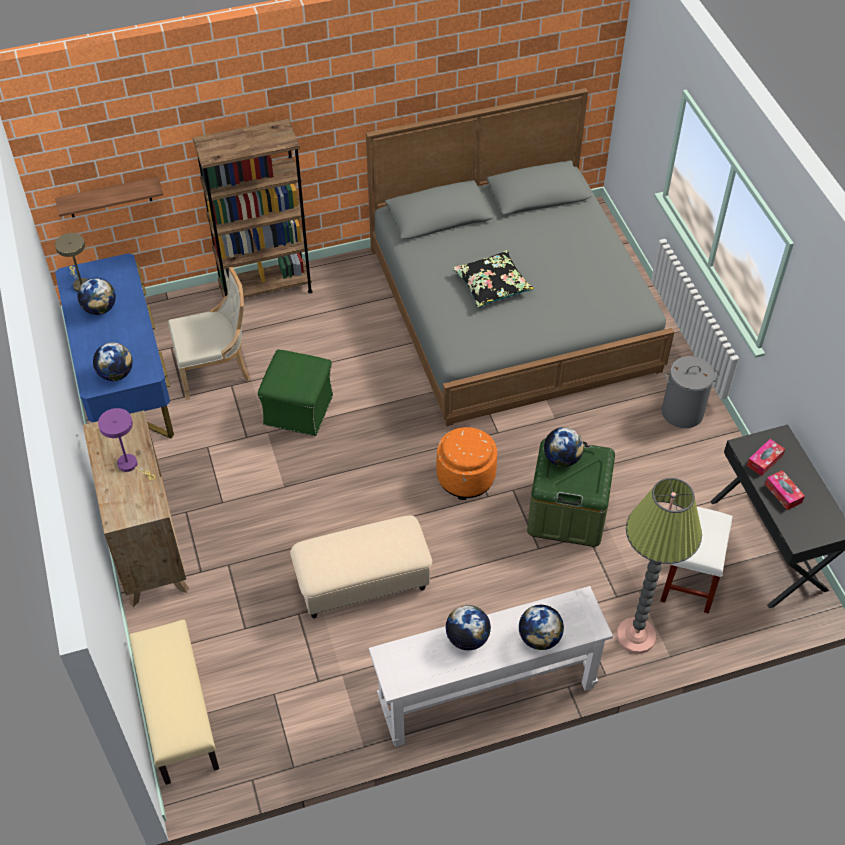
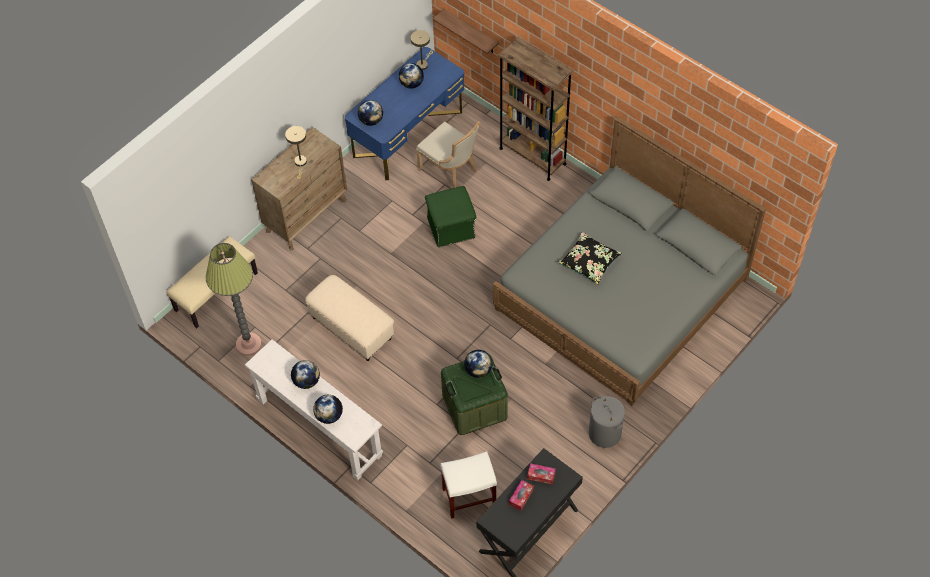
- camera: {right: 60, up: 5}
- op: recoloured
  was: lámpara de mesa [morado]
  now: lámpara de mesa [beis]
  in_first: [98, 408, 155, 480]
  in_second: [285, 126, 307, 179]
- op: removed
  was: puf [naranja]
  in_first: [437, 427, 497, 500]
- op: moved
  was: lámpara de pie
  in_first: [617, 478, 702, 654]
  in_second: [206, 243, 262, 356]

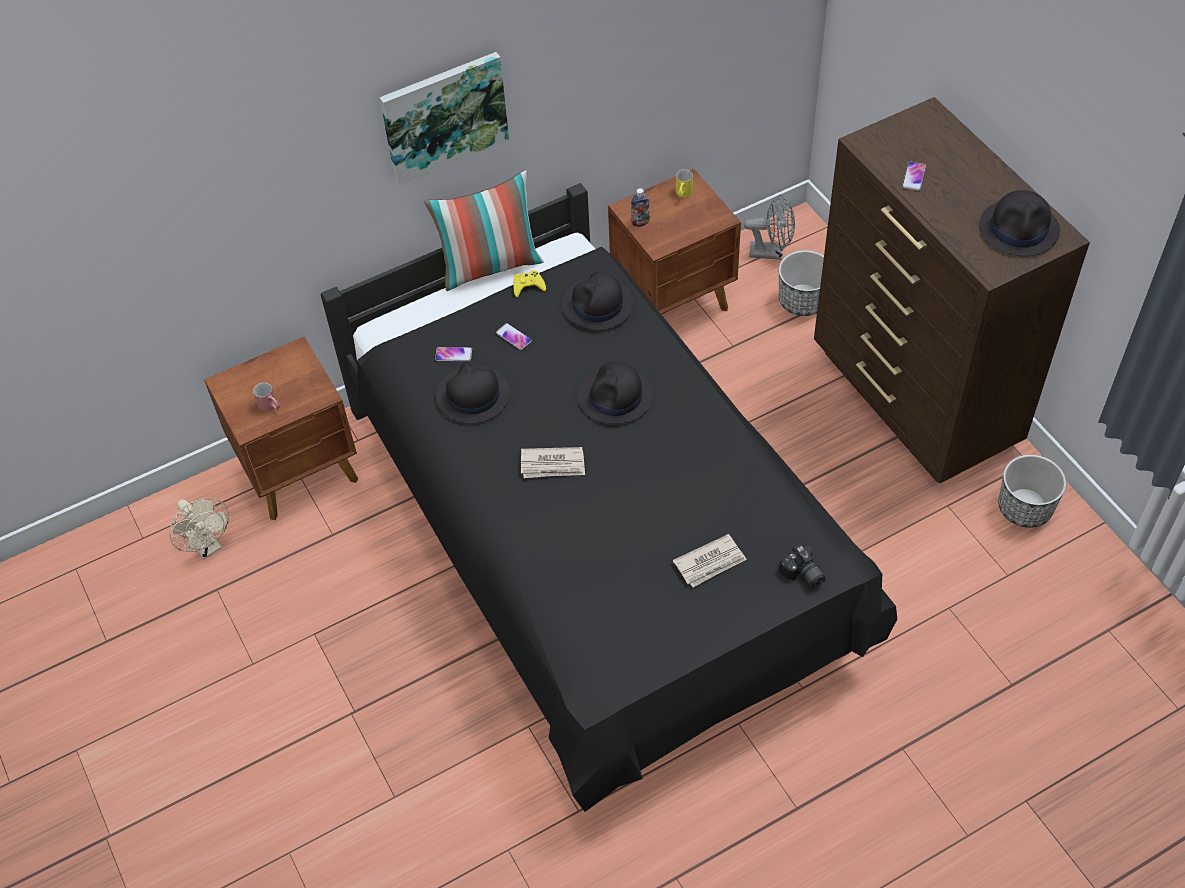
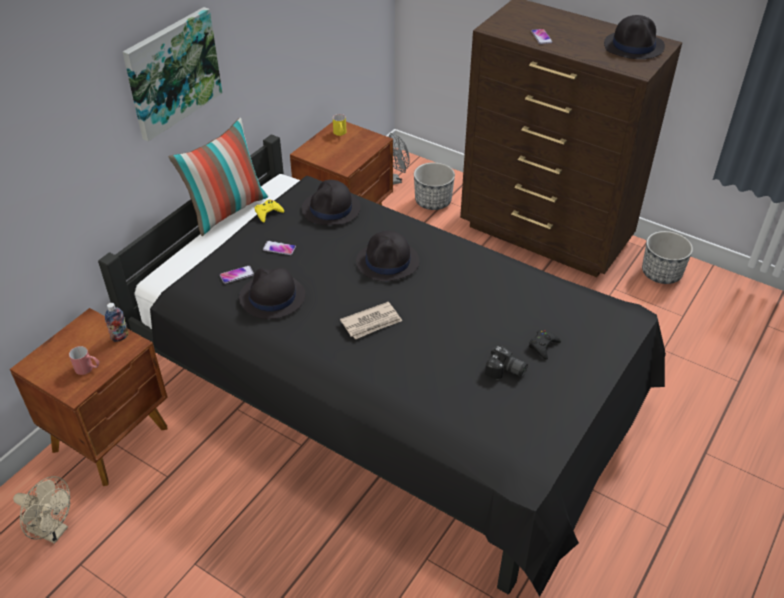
- camera: {right: -30, up: -10}
- op: moved
  was: botella
  in_first: [631, 188, 650, 227]
  in_second: [105, 303, 129, 342]
- op: replaced
  was: periódico
  now: mando de consola [negro]
  in_first: [673, 534, 747, 587]
  in_second: [529, 330, 561, 360]
- op: moved
  was: cámara
  in_first: [779, 544, 826, 588]
  in_second: [485, 346, 528, 379]

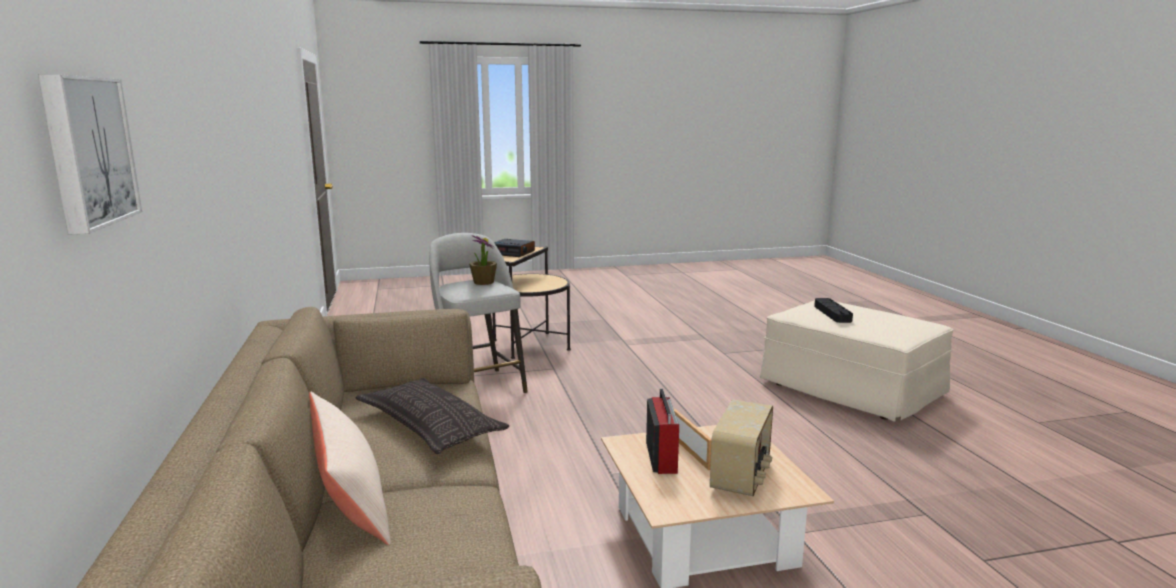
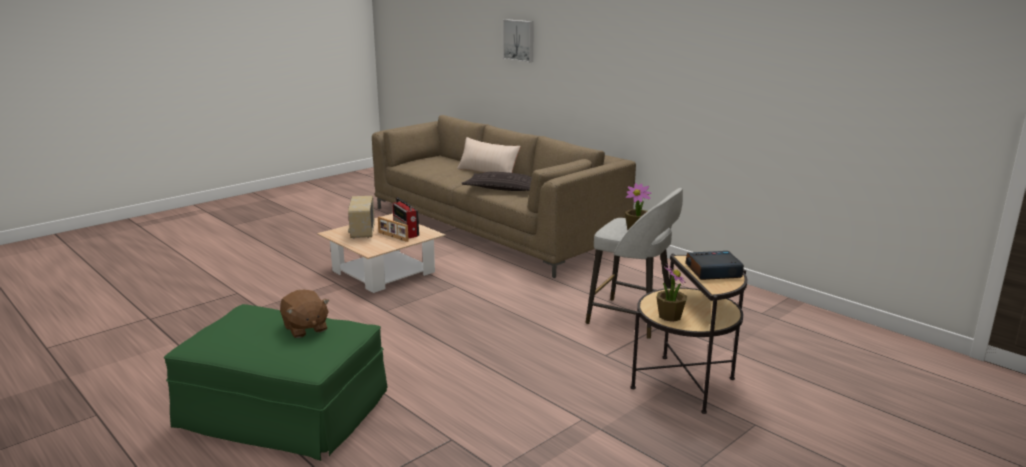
- camera: {right: 150, up: 5}
- op: recoloured
  was: puf [beis]
  now: puf [verde]
  in_first: [760, 300, 954, 422]
  in_second: [164, 304, 387, 461]
- op: replaced
  was: bandeja [negro]
  now: peluche [marrón]
  in_first: [814, 298, 853, 323]
  in_second: [280, 290, 329, 338]
- op: added
  now: planta en maceta
  in_second: [656, 263, 687, 322]

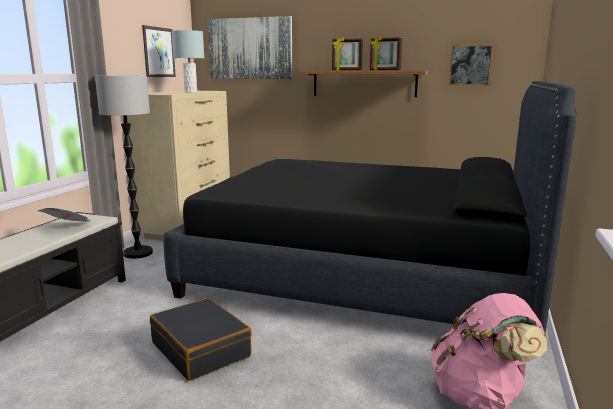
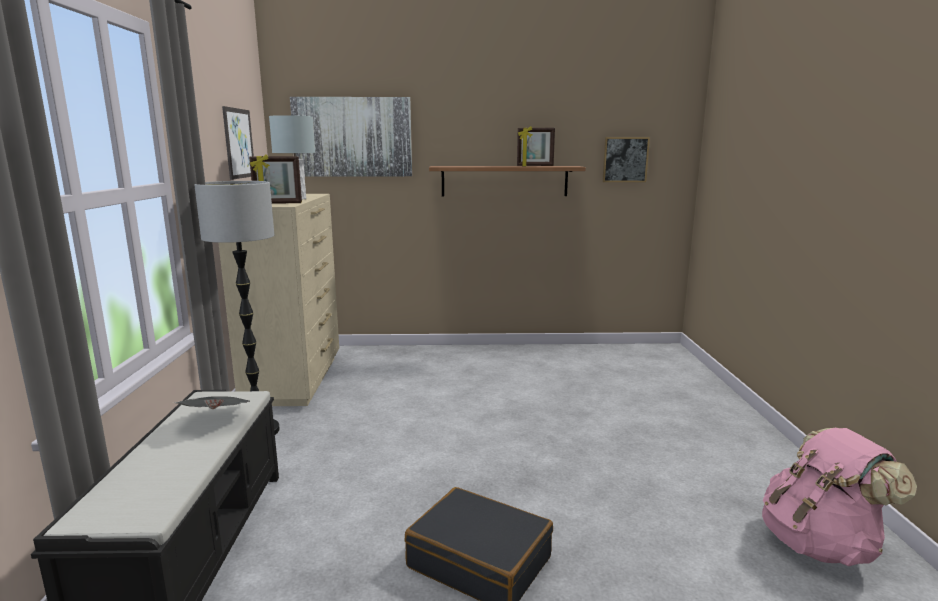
- camera: {right: -20, up: 0}
- op: removed
  was: cama [negro]
  in_first: [163, 81, 576, 335]
- op: moved
  was: portarretratos
  in_first: [332, 38, 363, 71]
  in_second: [249, 155, 302, 204]

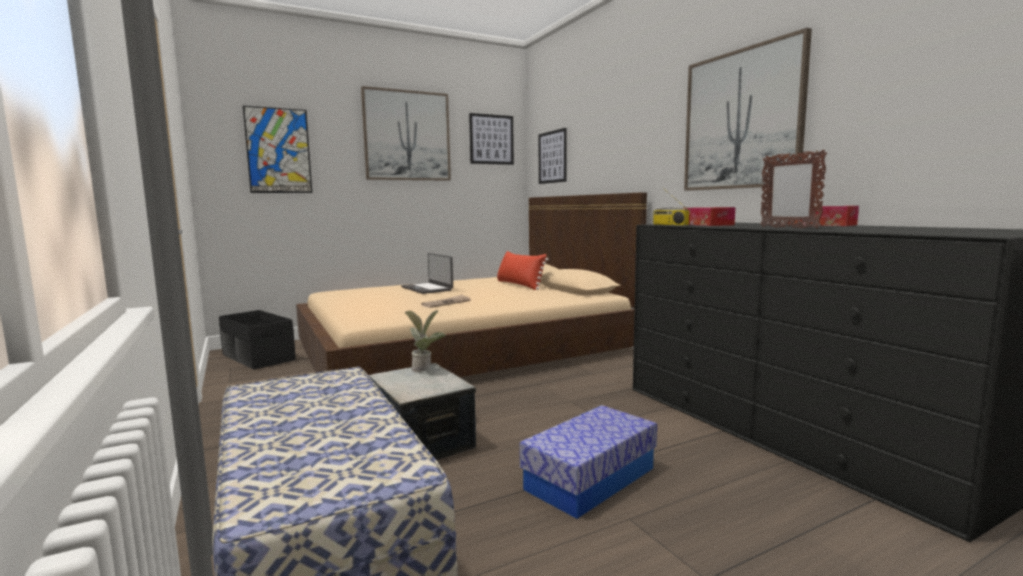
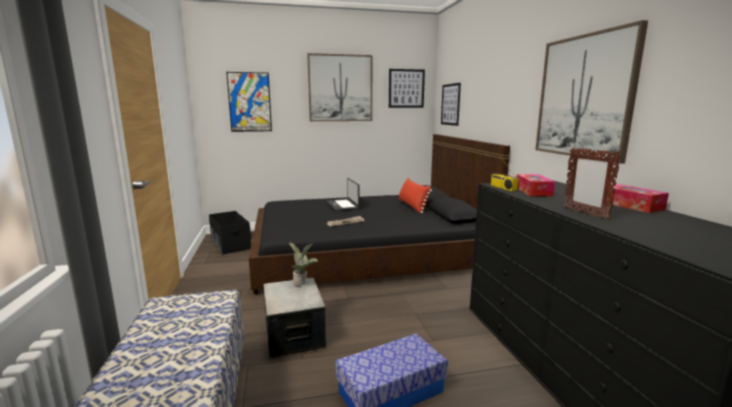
- camera: {right: 15, up: 5}
- op: recoloured
  was: cama [beis]
  now: cama [negro]
  in_first: [296, 192, 647, 377]
  in_second: [249, 134, 510, 294]

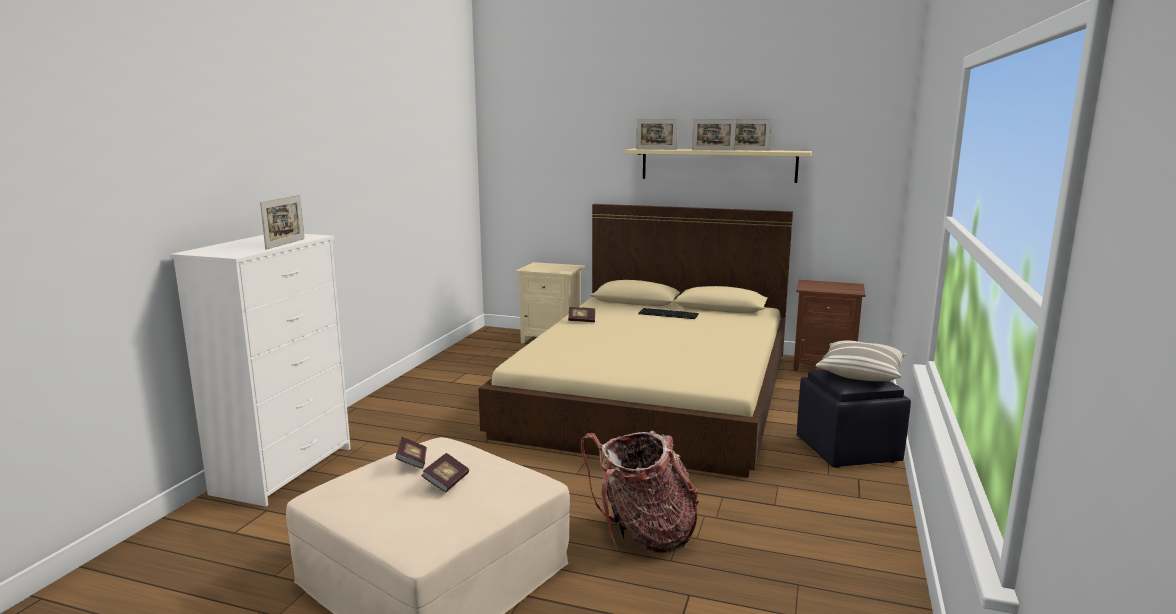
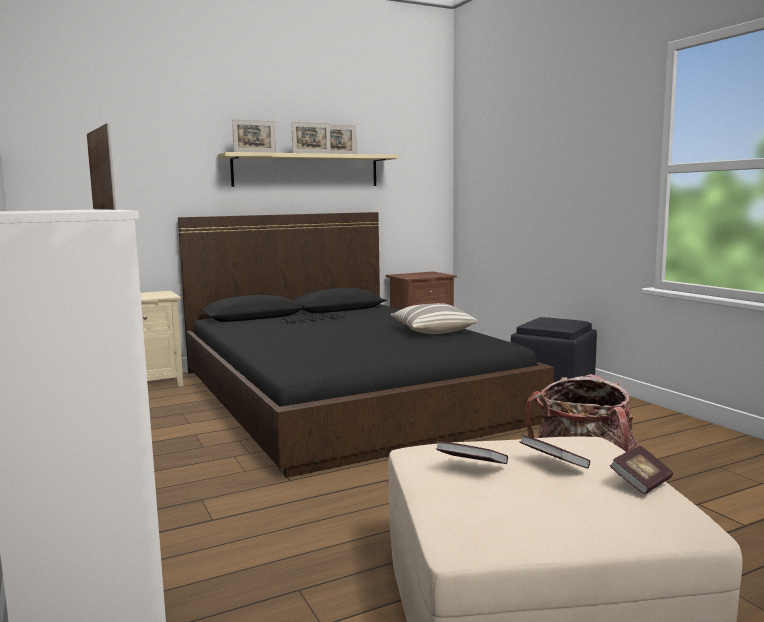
- camera: {right: -45, up: -5}
- op: recoloured
  was: cama [beis]
  now: cama [negro]
  in_first: [478, 204, 793, 478]
  in_second: [178, 212, 554, 478]
- op: moved
  was: libro
  in_first: [568, 307, 595, 322]
  in_second: [610, 445, 673, 494]
- op: moved
  was: cojín
  in_first: [816, 341, 906, 381]
  in_second: [390, 303, 478, 334]

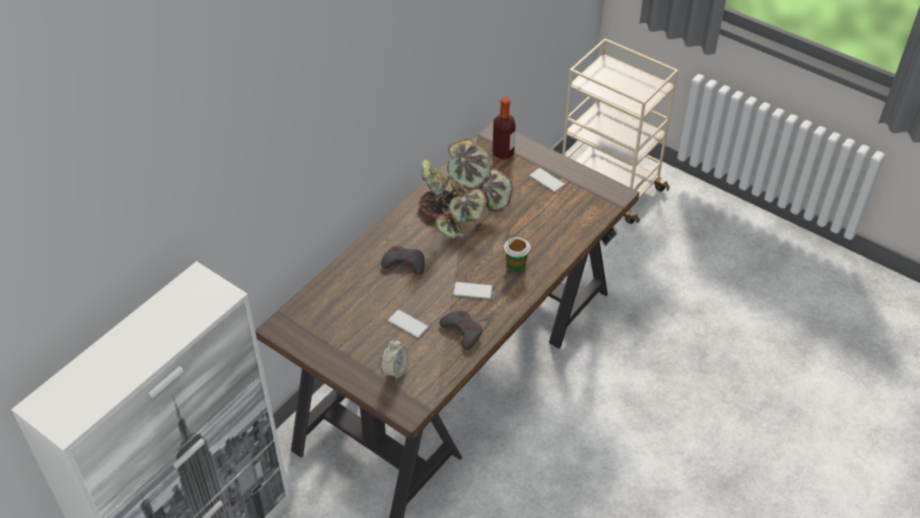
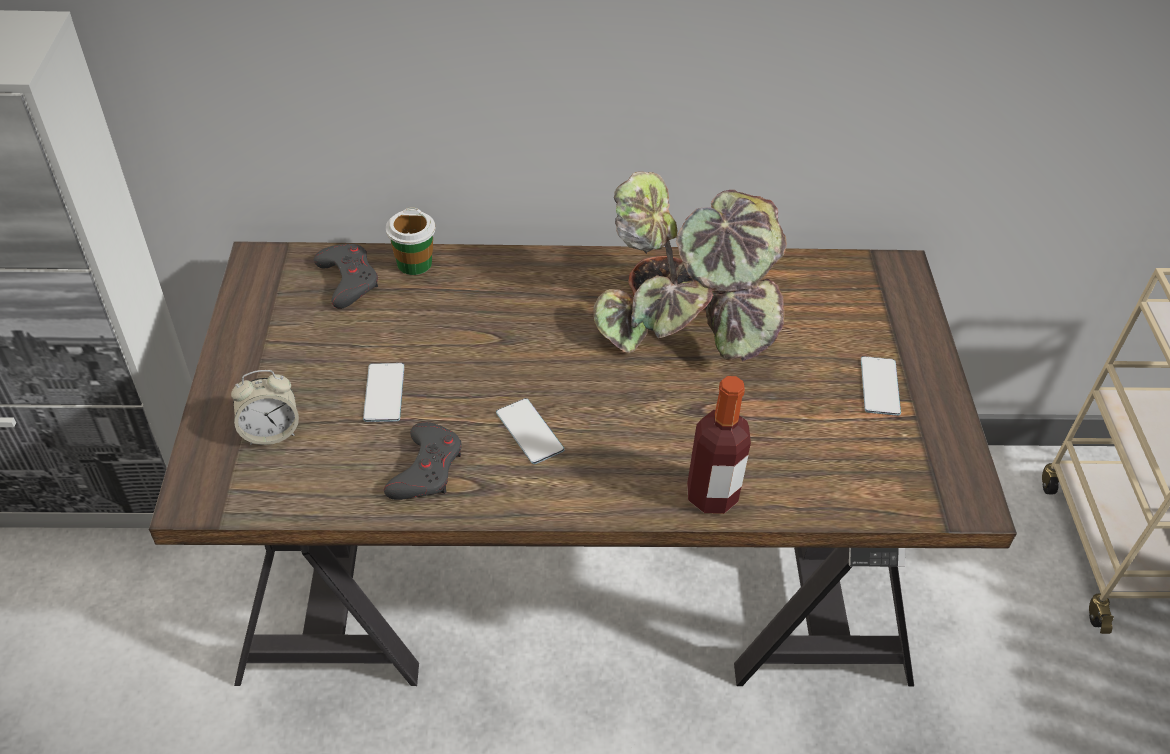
- camera: {right: 50, up: 0}
- op: moved
  was: mando de consola [gris]
  in_first: [381, 246, 425, 275]
  in_second: [314, 244, 378, 309]
- op: moved
  was: botella
  in_first: [493, 97, 516, 160]
  in_second: [687, 376, 751, 514]
- op: moved
  was: taza
  in_first: [504, 237, 530, 272]
  in_second: [386, 207, 435, 275]

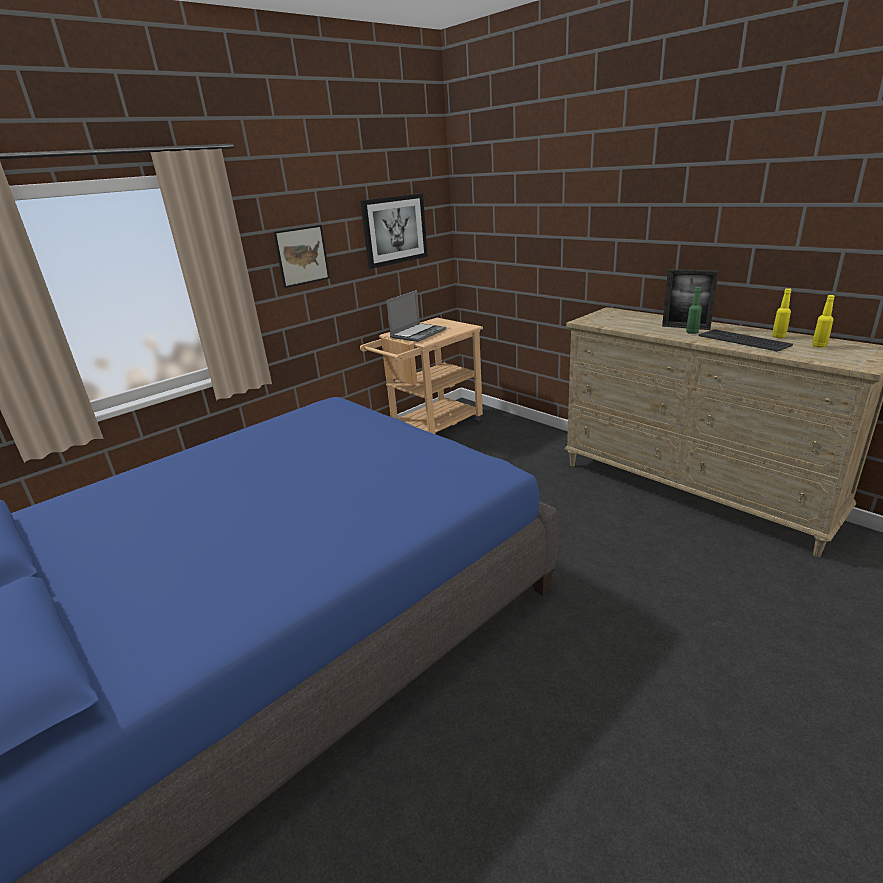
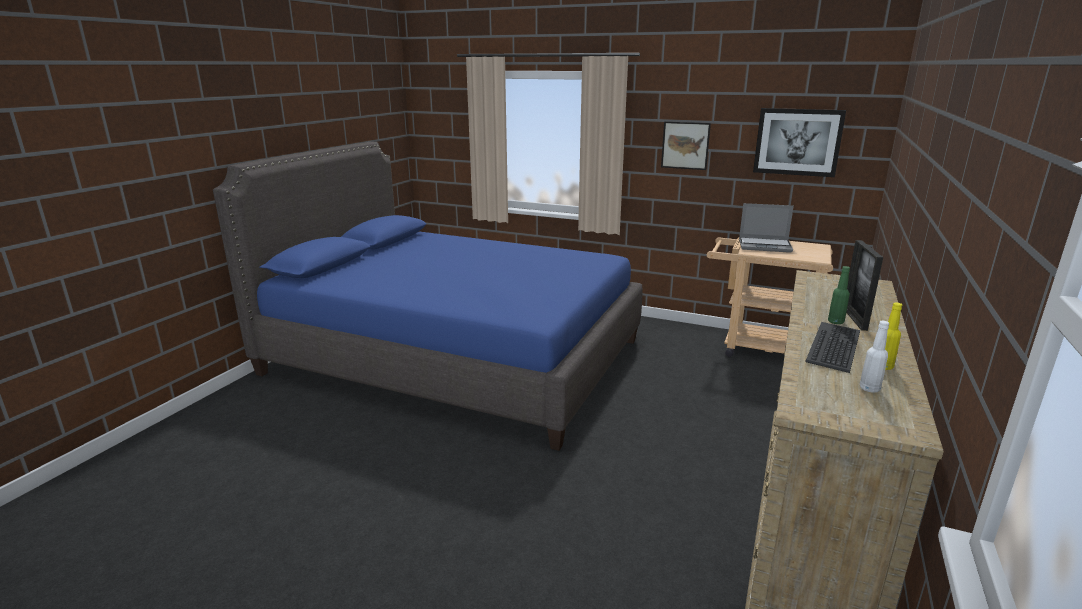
- camera: {right: 65, up: -5}
- op: recoloured
  was: botella [amarillo]
  now: botella [blanco]
  in_first: [812, 295, 835, 348]
  in_second: [860, 321, 889, 393]

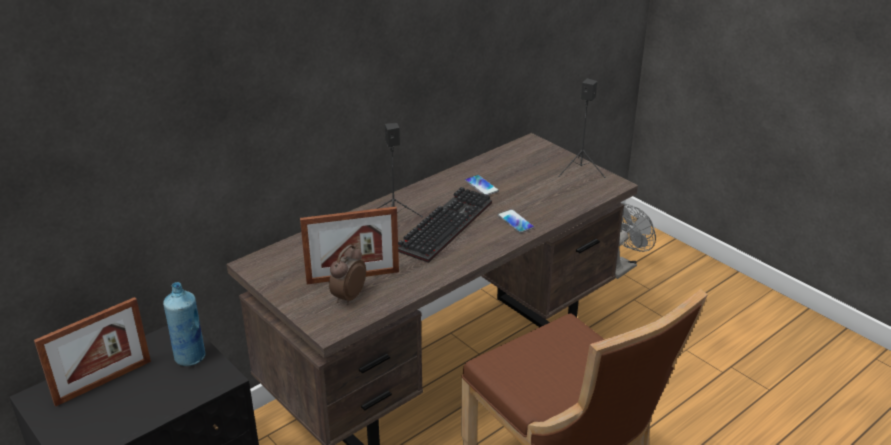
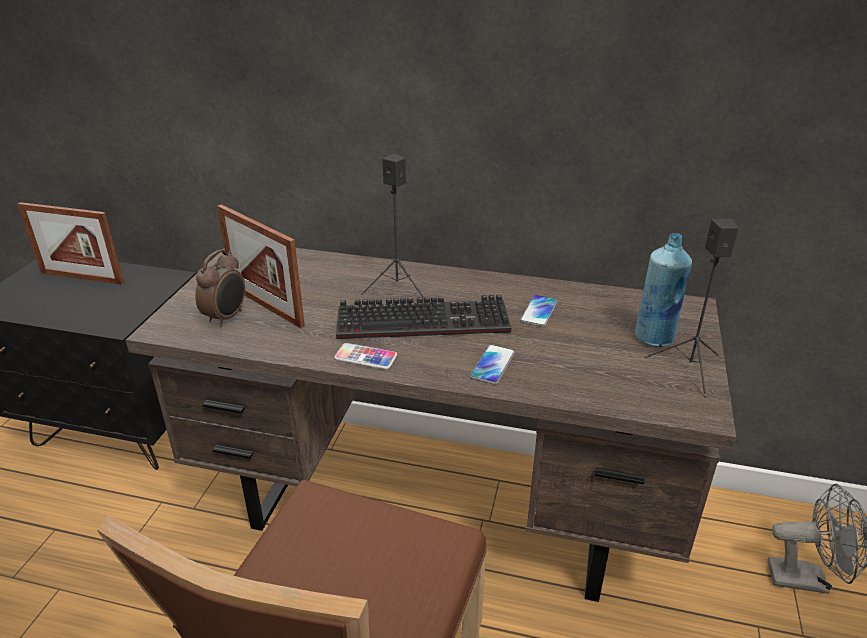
- camera: {right: 55, up: 0}
- op: moved
  was: botella [azul]
  in_first: [163, 282, 205, 366]
  in_second: [635, 233, 692, 347]
- op: turned
  was: despertador
  in_first: [329, 245, 366, 305]
  in_second: [195, 249, 245, 327]
  clockwise: 120
- op: added
  now: móvil
  in_second: [334, 343, 397, 369]

